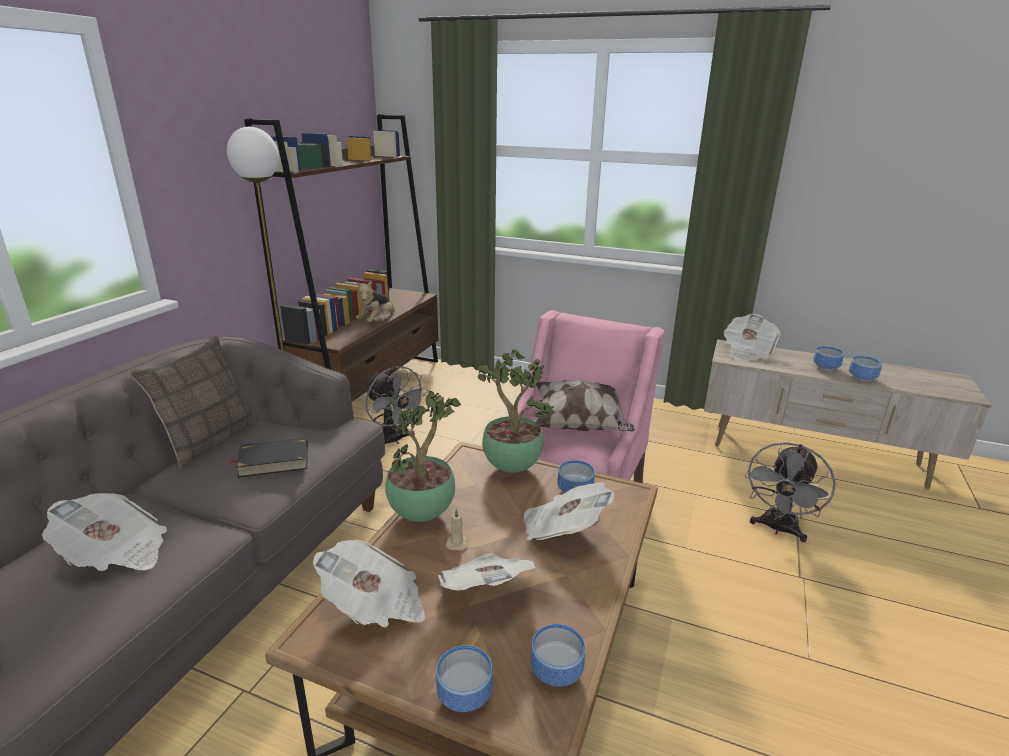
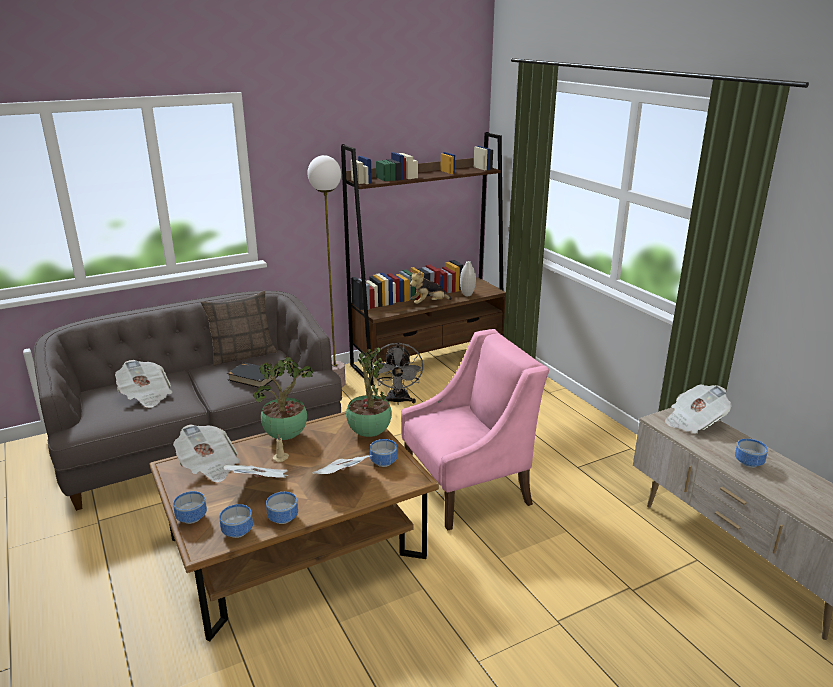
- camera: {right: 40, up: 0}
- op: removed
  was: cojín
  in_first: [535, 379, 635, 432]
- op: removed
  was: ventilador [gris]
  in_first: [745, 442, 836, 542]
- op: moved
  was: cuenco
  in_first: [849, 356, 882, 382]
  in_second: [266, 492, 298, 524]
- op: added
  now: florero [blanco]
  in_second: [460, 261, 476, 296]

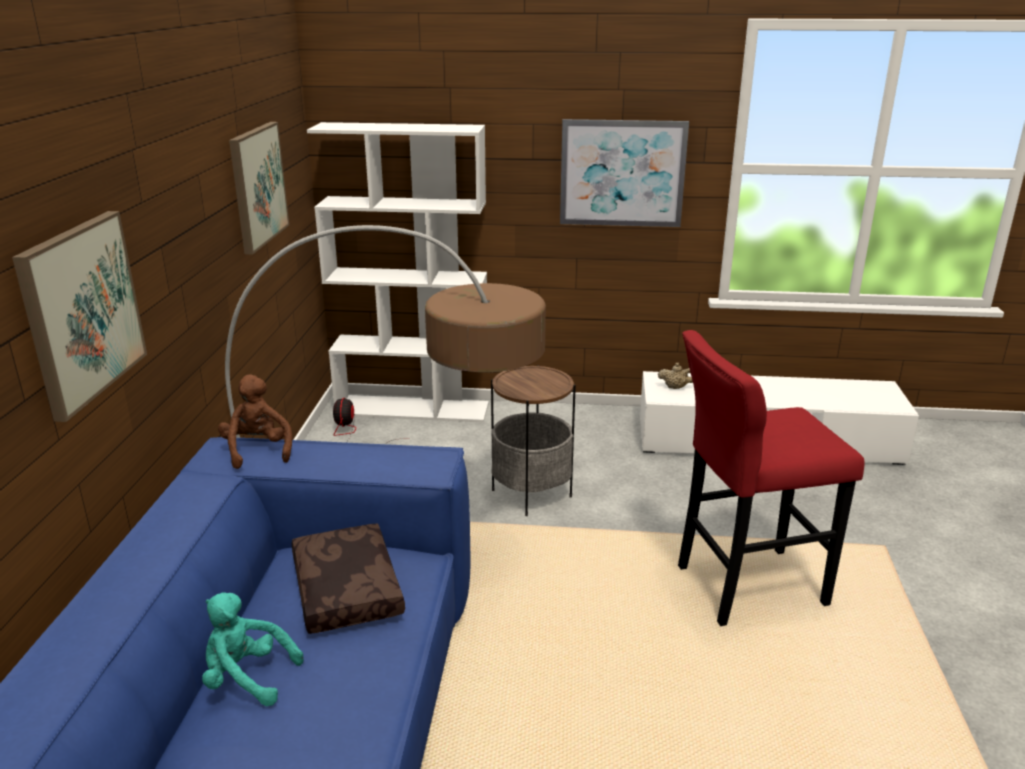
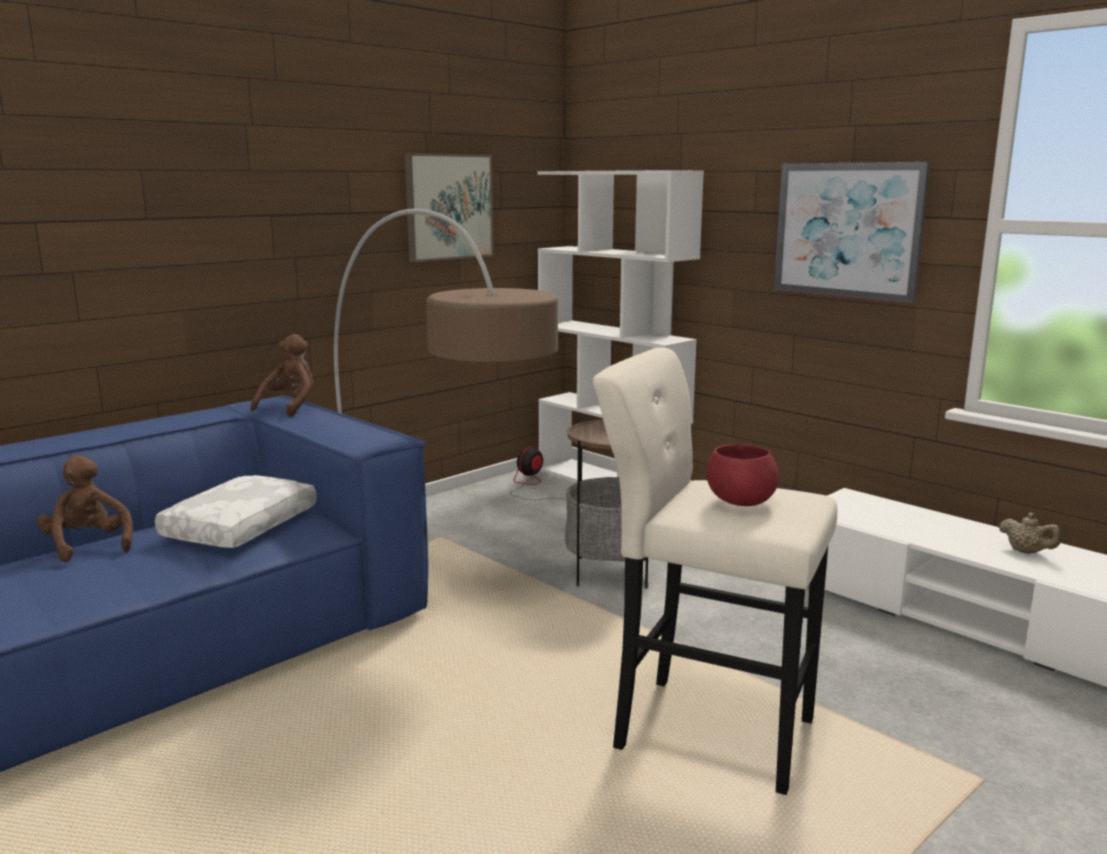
- camera: {right: 40, up: -10}
- op: removed
  was: cuadro
  in_first: [12, 211, 147, 422]
- op: recoloured
  was: peluche [turquesa]
  now: peluche [marrón]
  in_first: [202, 592, 304, 707]
  in_second: [37, 455, 133, 562]
- op: recoloured
  was: cojín [marrón]
  now: cojín [blanco]
  in_first: [292, 524, 405, 634]
  in_second: [155, 475, 316, 548]
- op: moved
  was: tetera [beis]
  in_first: [658, 363, 693, 389]
  in_second: [999, 513, 1061, 554]
- op: recoloured
  was: taburete [rojo]
  now: taburete [beis]
  in_first: [678, 330, 865, 626]
  in_second: [593, 347, 837, 795]
- op: added
  now: cuenco [rojo]
  in_second: [707, 444, 779, 506]

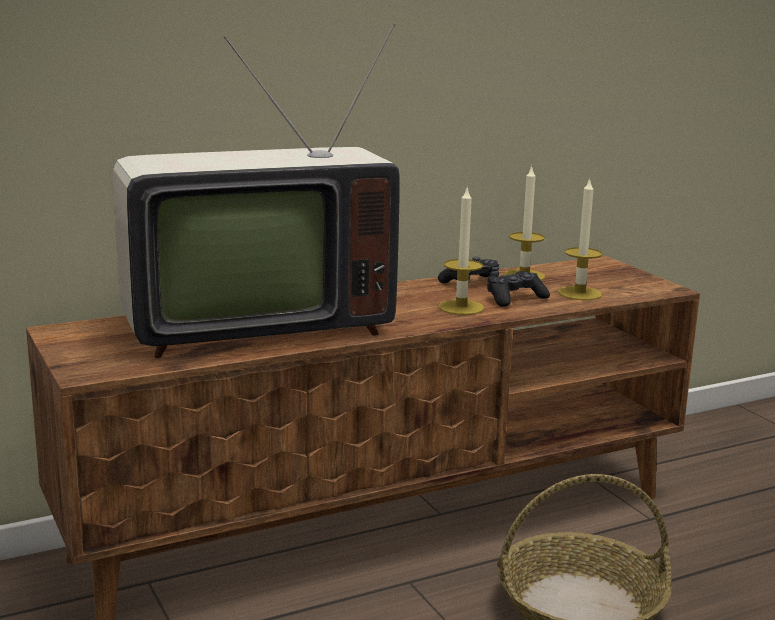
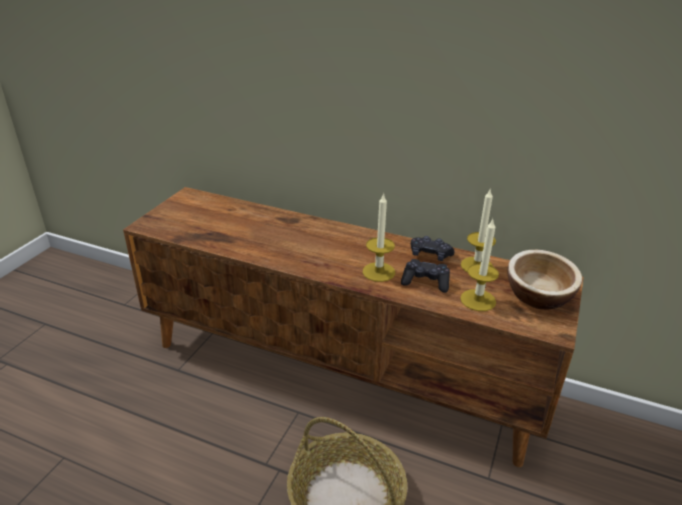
- camera: {right: 50, up: 15}
- op: removed
  was: televisor
  in_first: [113, 23, 400, 358]
- op: added
  now: cuenco
  in_second: [507, 250, 583, 310]

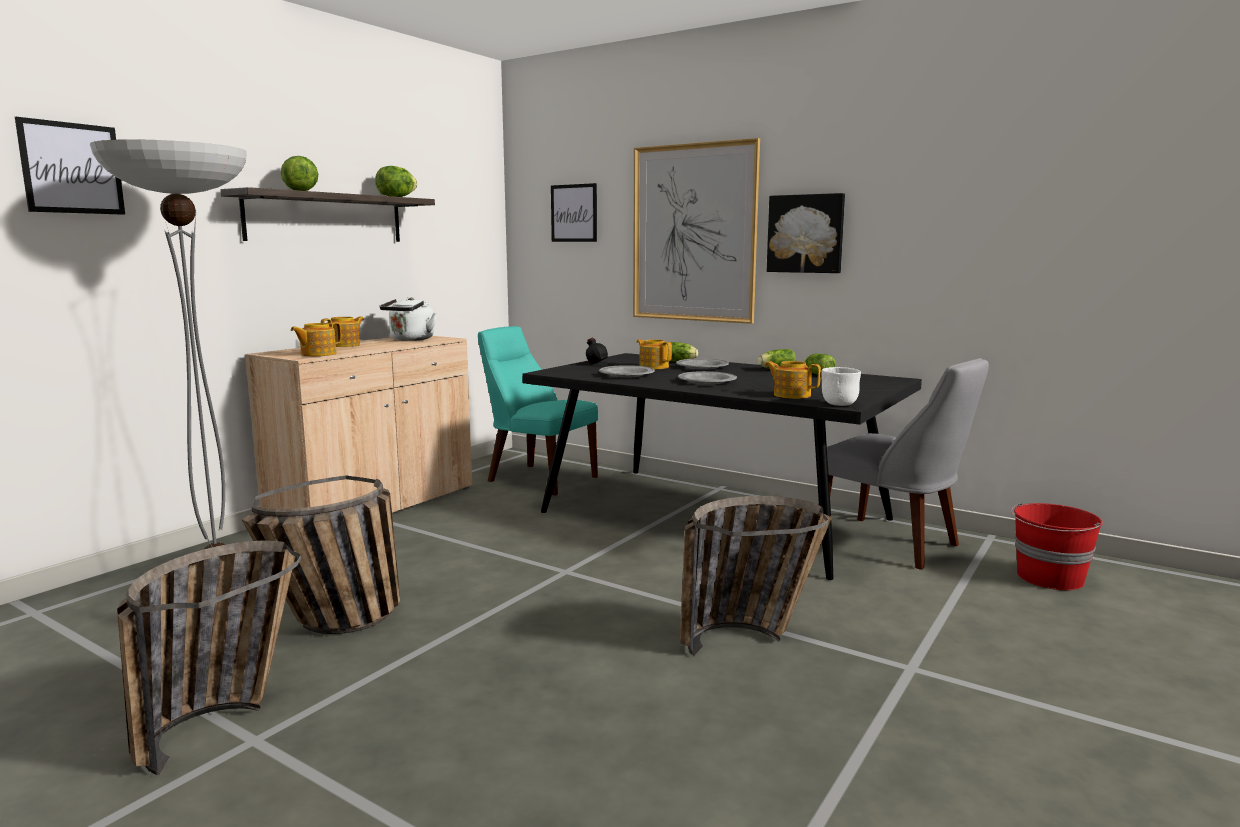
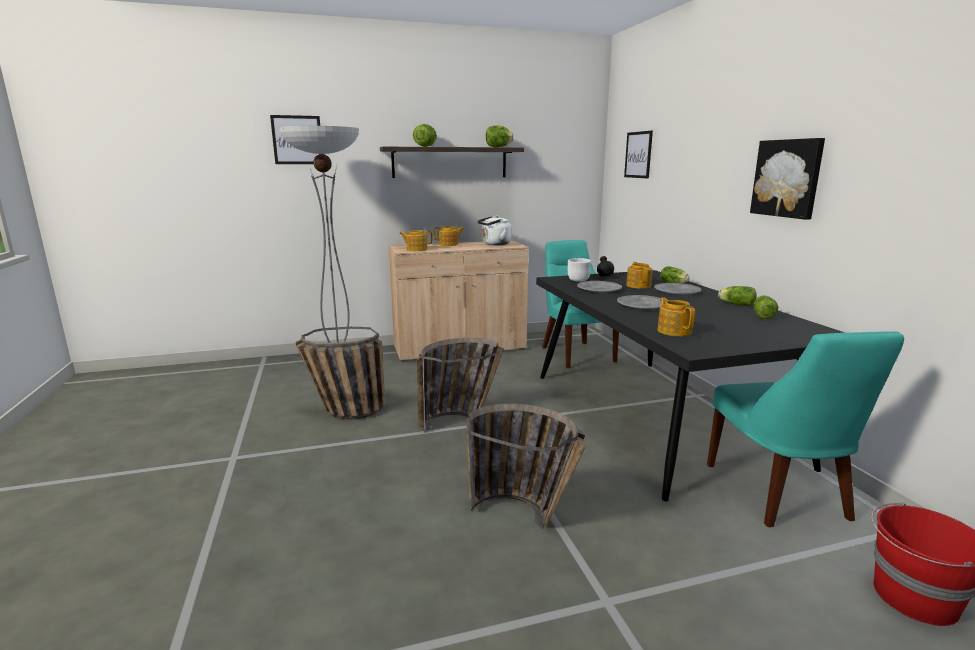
- camera: {right: 40, up: 5}
- op: moved
  was: cesta
  in_first: [117, 540, 301, 775]
  in_second: [417, 338, 504, 433]
- op: removed
  was: cuadro
  in_first: [633, 138, 760, 324]
- op: moved
  was: cuenco [blanco]
  in_first: [821, 367, 861, 406]
  in_second: [568, 258, 591, 282]
- op: recoloured
  was: silla [gris]
  now: silla [turquesa]
  in_first: [827, 358, 989, 570]
  in_second: [707, 331, 904, 527]

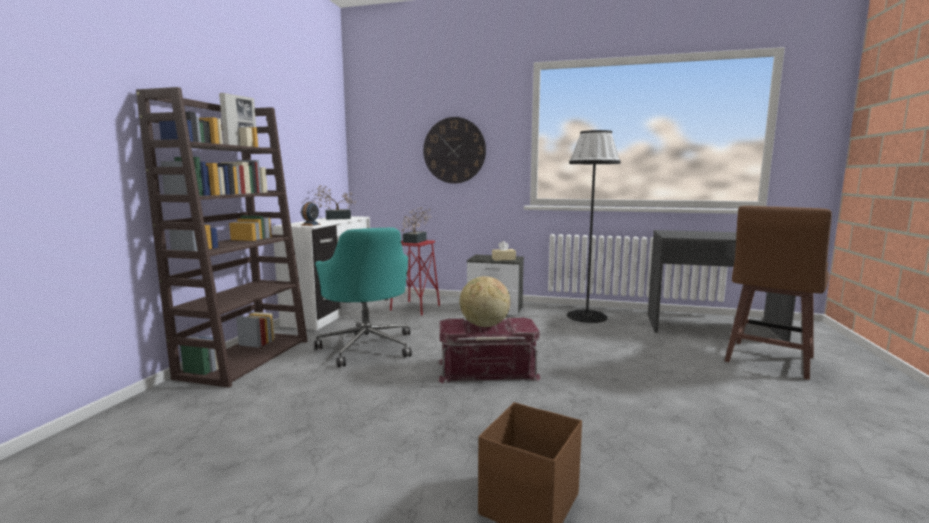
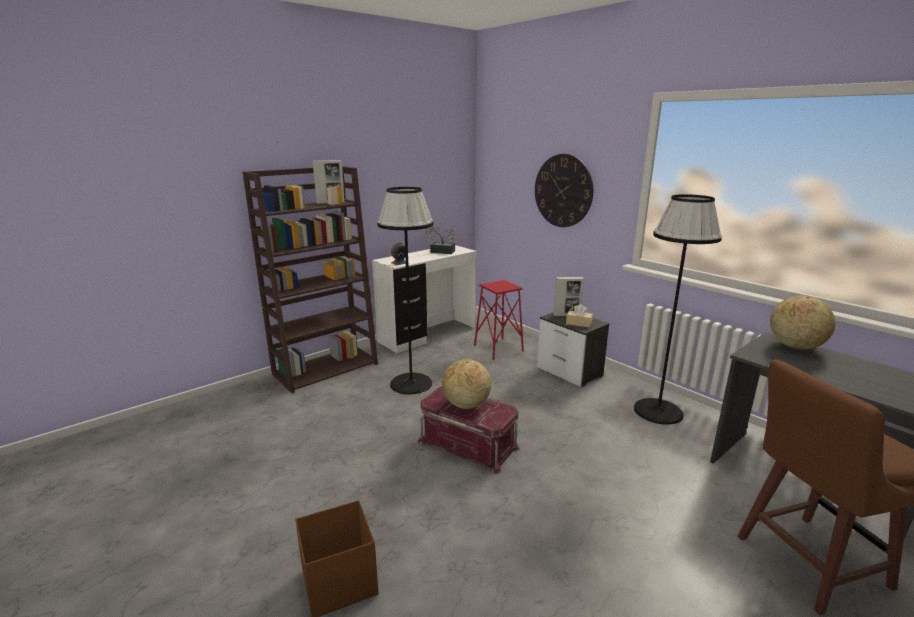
- camera: {right: 35, up: 10}
- op: replaced
  was: silla de oficina [turquesa]
  now: lámpara de pie [negro]
  in_first: [314, 228, 412, 367]
  in_second: [377, 187, 434, 394]
- op: removed
  was: planta en maceta
  in_first: [402, 207, 432, 243]
- op: added
  now: portarretratos
  in_second: [553, 277, 584, 316]
- op: added
  now: globo terráqueo
  in_second: [770, 295, 835, 350]

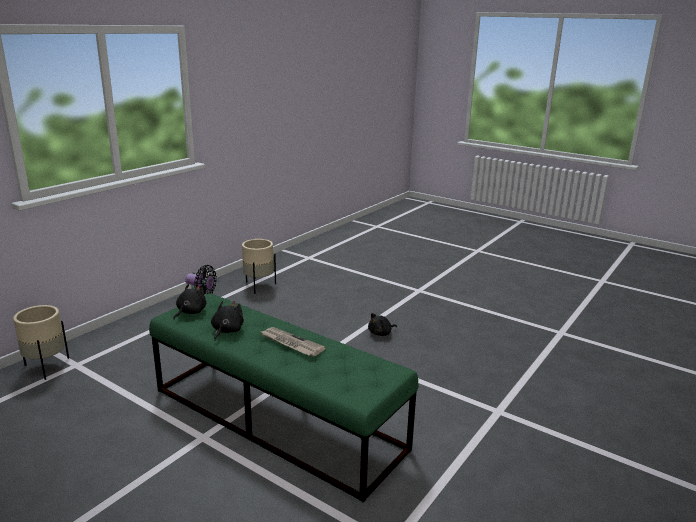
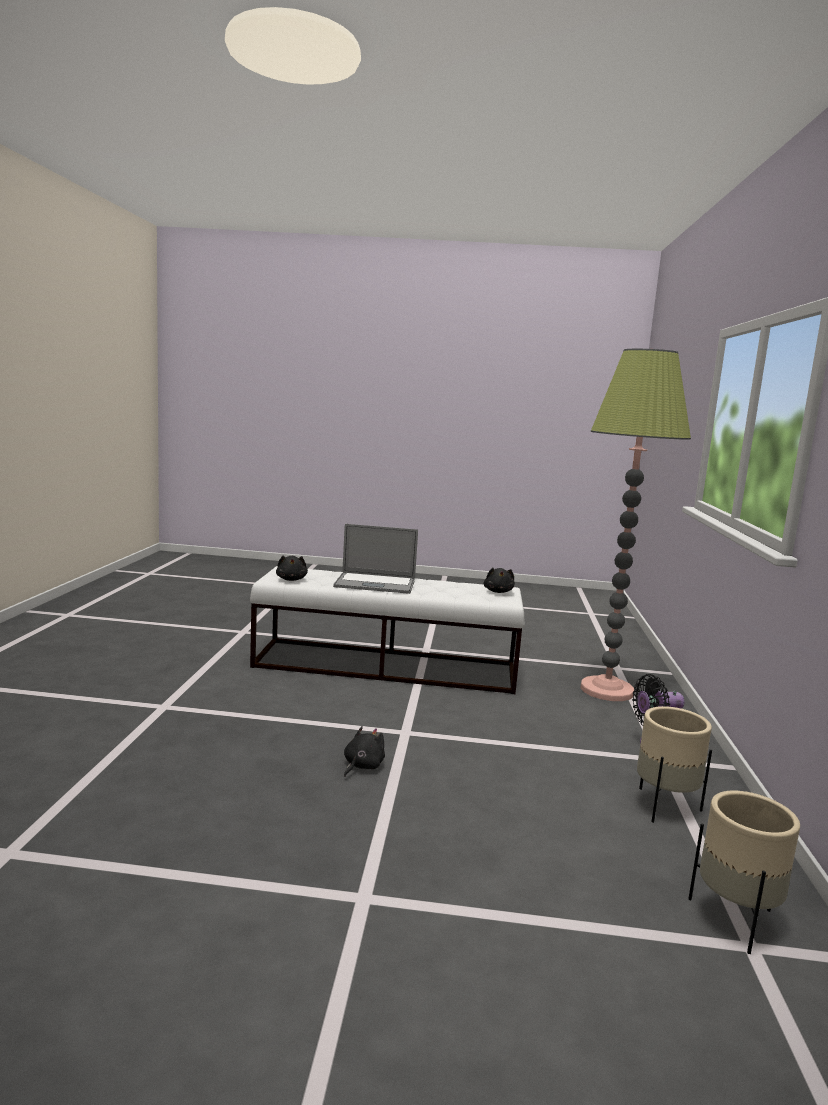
- camera: {right: 150, up: -10}
- op: moved
  was: maceta [beis]
  in_first: [13, 305, 69, 380]
  in_second: [688, 791, 800, 954]
- op: recoloured
  was: banco [verde]
  now: banco [blanco]
  in_first: [149, 293, 418, 502]
  in_second: [250, 566, 525, 694]
- op: moved
  was: peluche [negro]
  in_first: [211, 301, 244, 341]
  in_second: [276, 555, 308, 581]
- op: replaced
  was: periódico
  now: portátil
  in_first: [262, 327, 326, 356]
  in_second: [333, 524, 418, 594]
- op: added
  now: lámpara de pie
  in_second: [580, 349, 691, 701]

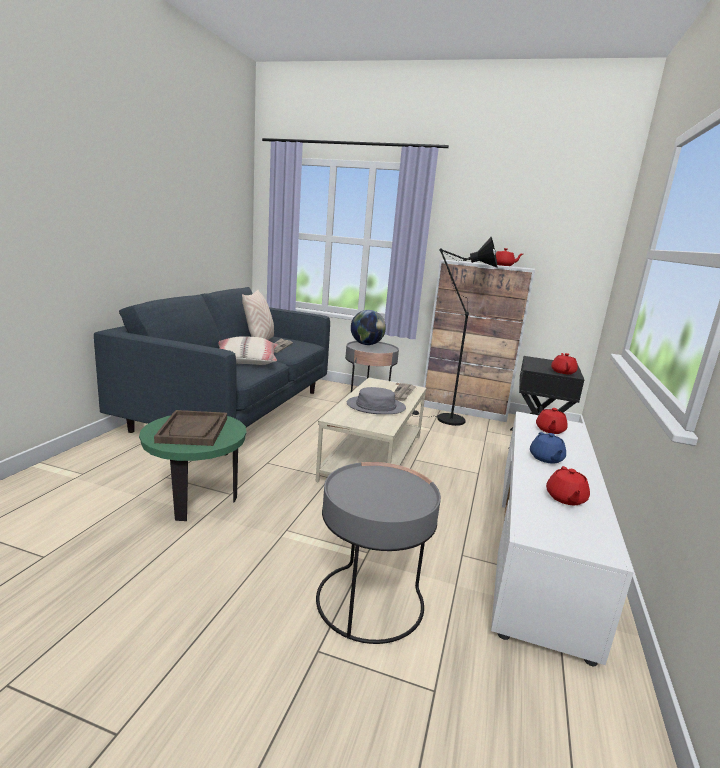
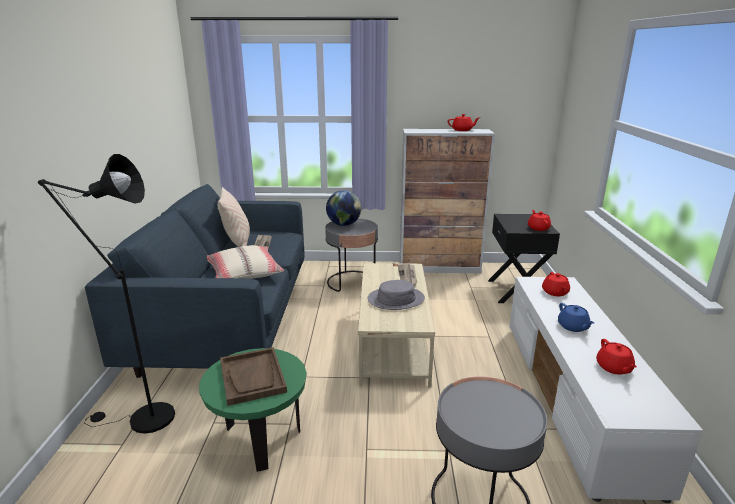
- camera: {right: -15, up: 5}
- op: moved
  was: lámpara de pie [negro]
  in_first: [412, 237, 497, 426]
  in_second: [38, 154, 175, 434]

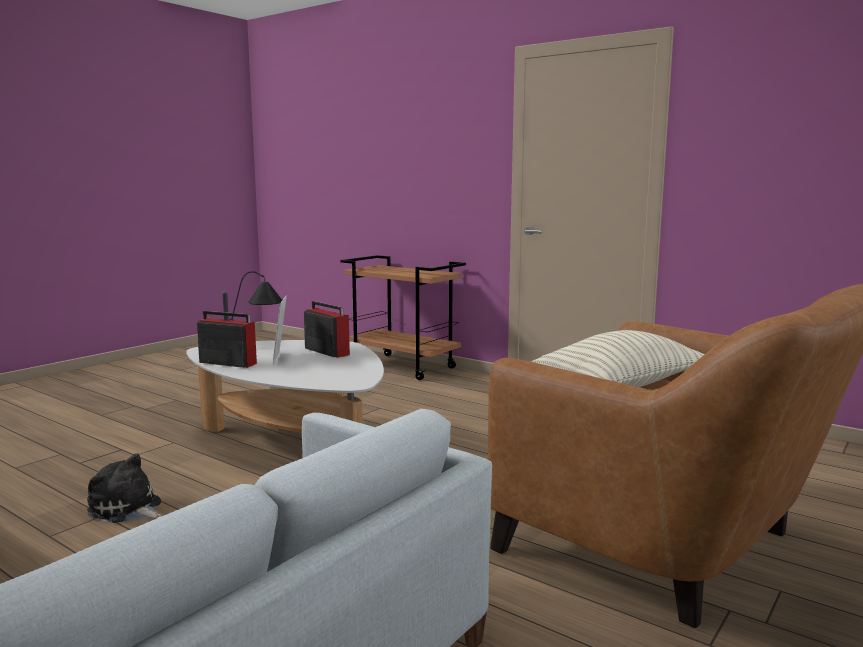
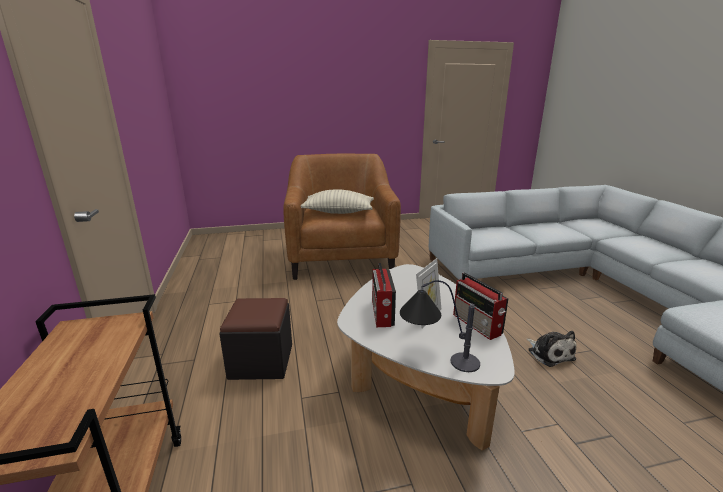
- camera: {right: -140, up: 10}
- op: added
  now: puf [negro]
  in_second: [219, 298, 292, 380]

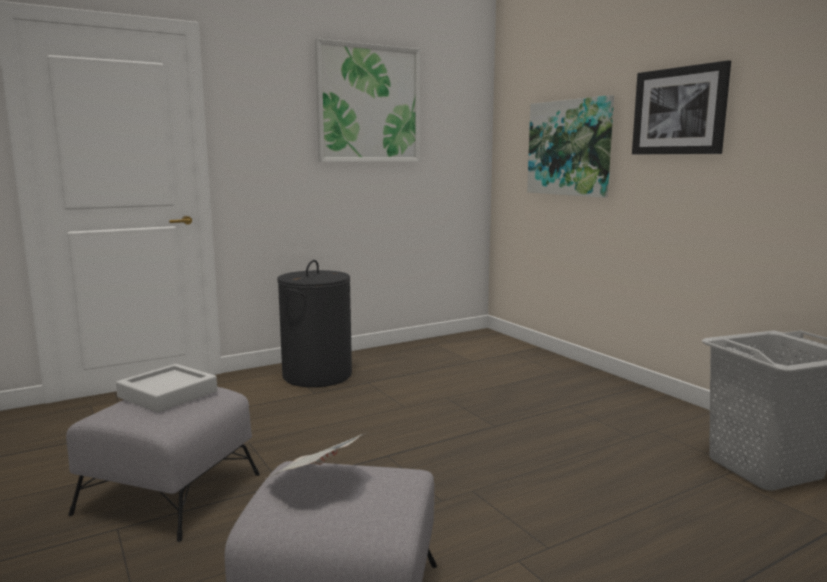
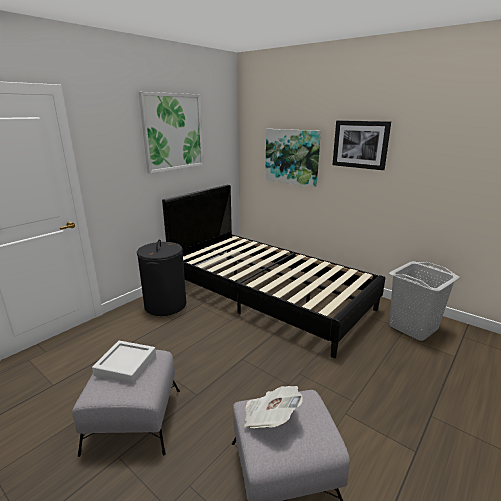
- camera: {right: -20, up: 10}
- op: added
  now: cama [negro]
  in_second: [162, 185, 385, 358]

